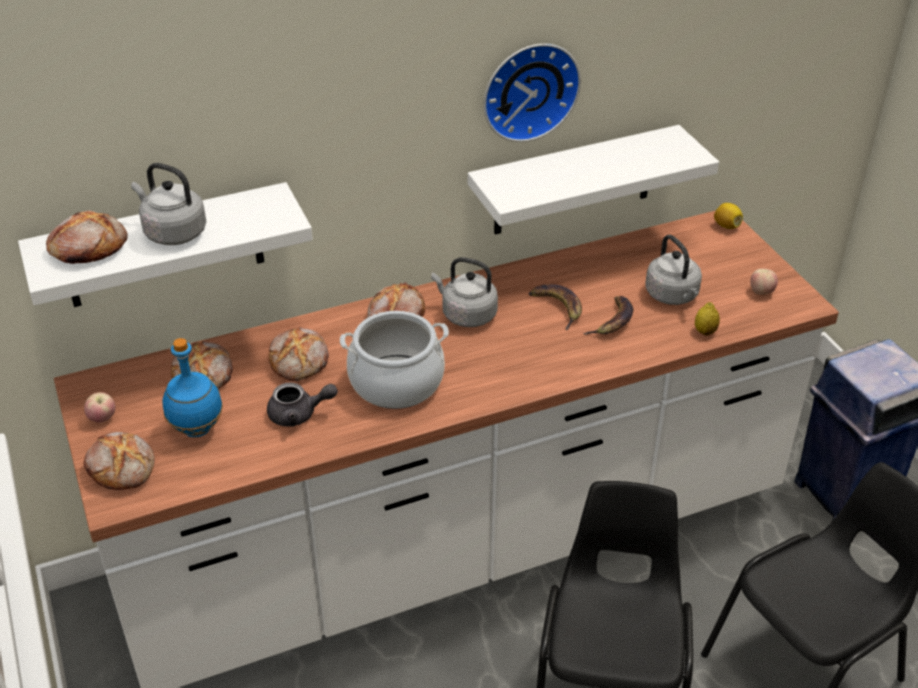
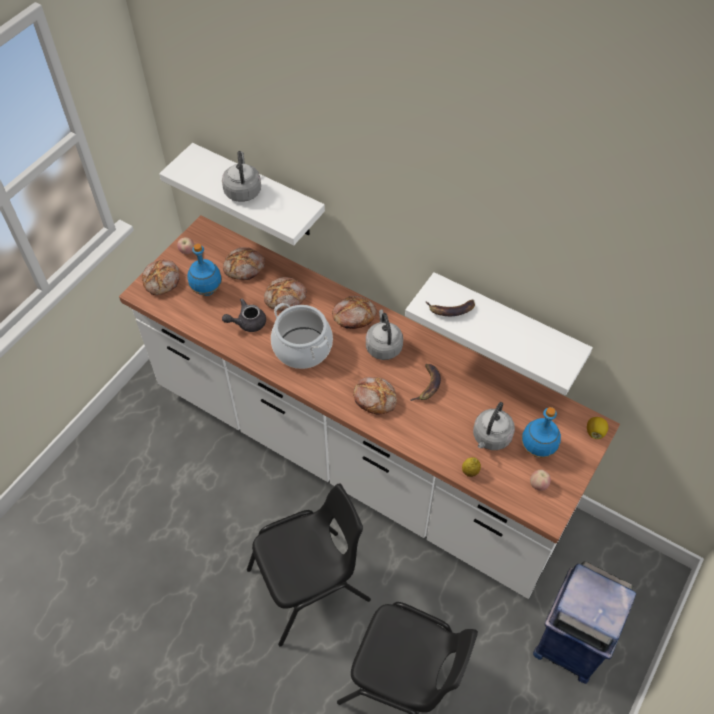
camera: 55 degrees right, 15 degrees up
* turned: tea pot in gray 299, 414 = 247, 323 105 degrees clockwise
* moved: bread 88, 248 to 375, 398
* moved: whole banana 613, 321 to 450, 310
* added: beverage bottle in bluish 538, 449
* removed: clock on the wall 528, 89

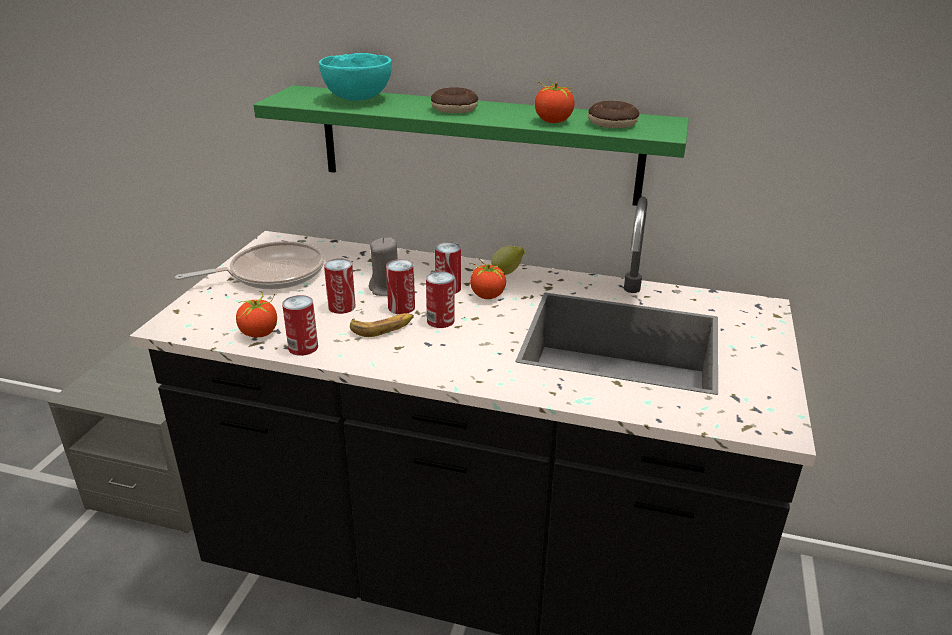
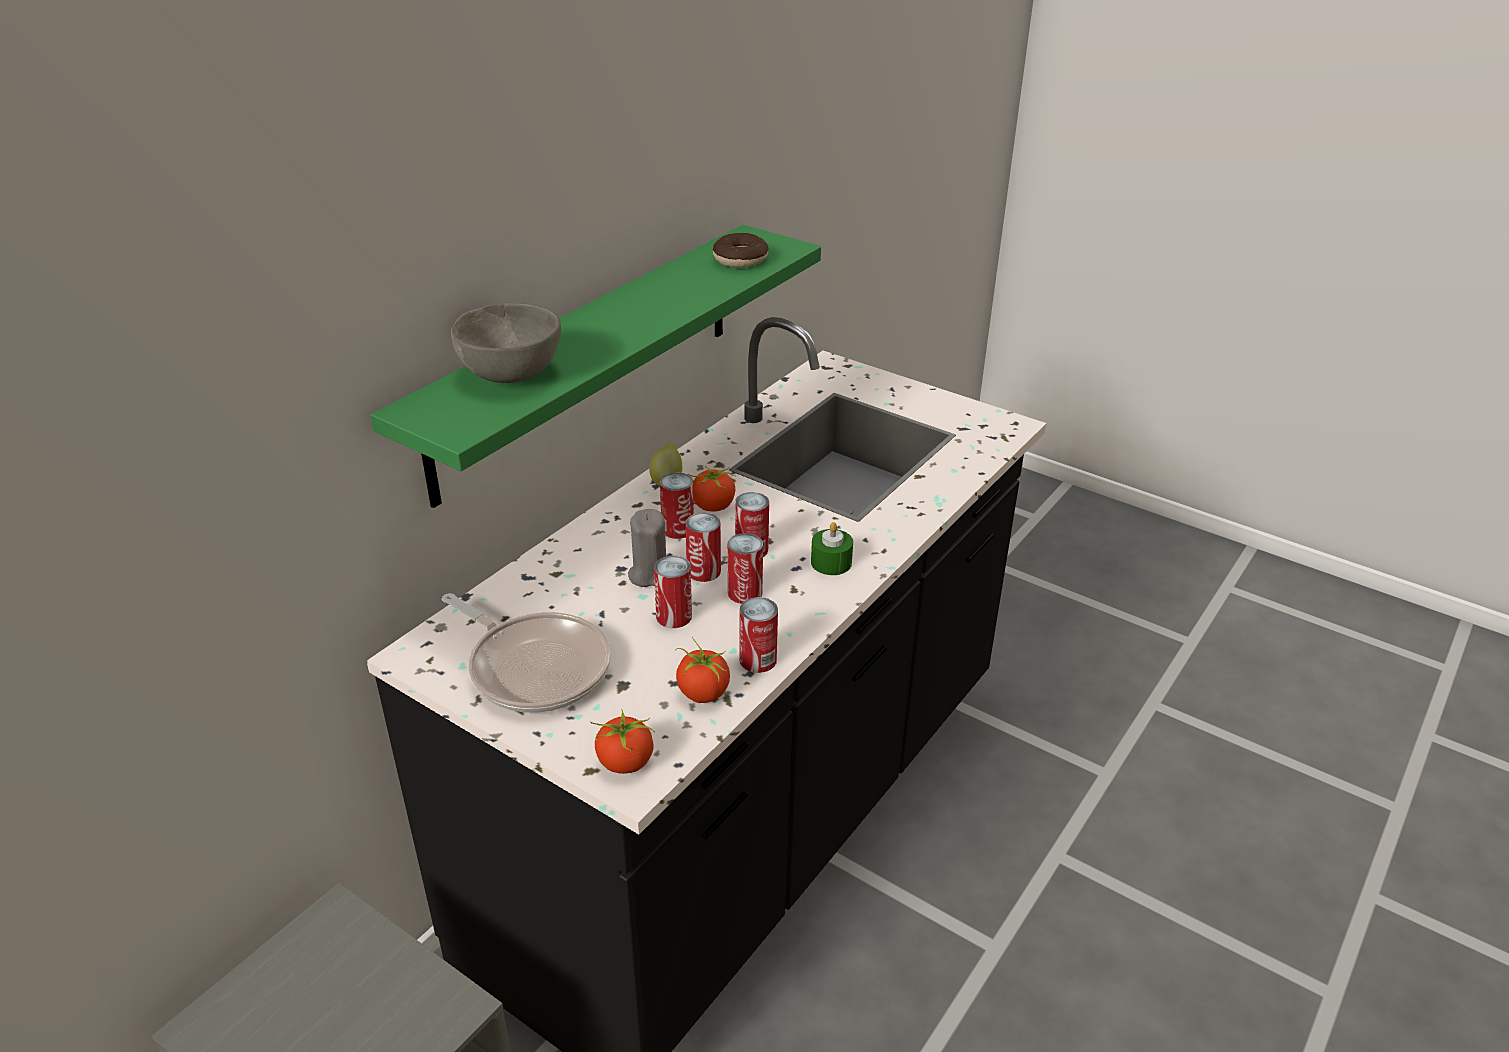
camera: 70 degrees left, 5 degrees up
* turned: skillet 271, 274 = 535, 667 135 degrees clockwise
* recoloured: bowl in turquoise 358, 99 to bowl in gray 511, 374
* moved: tomato 552, 121 to 624, 763
* replaced: whole banana 383, 328 to sealed can 745, 593
* added: wax light in green 831, 562
* removed: donut 454, 109

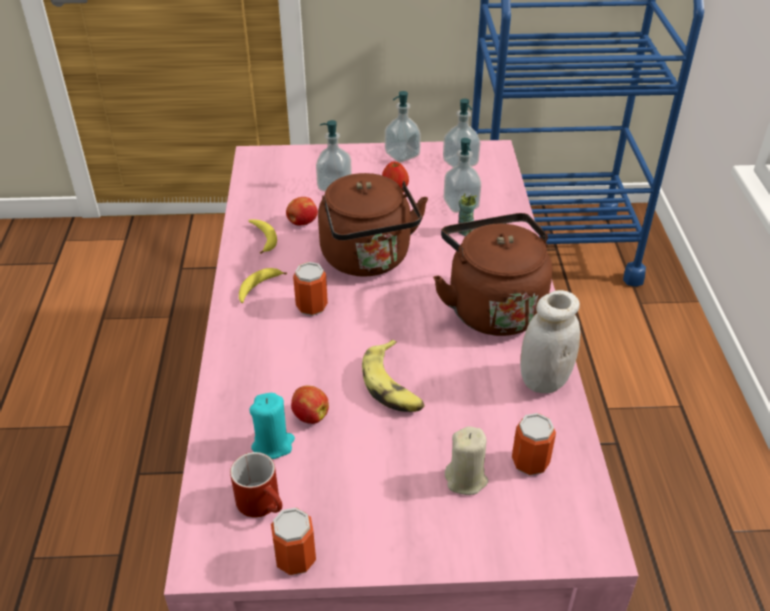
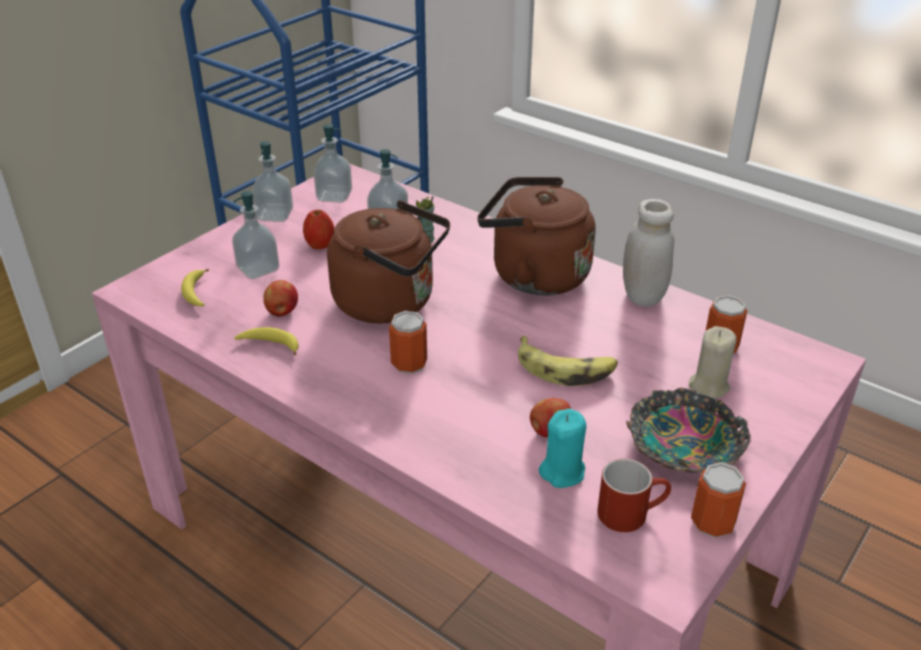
camera: 50 degrees left, 5 degrees down
* moved: whole banana 258, 288 to 196, 293
* added: bowl 683, 444

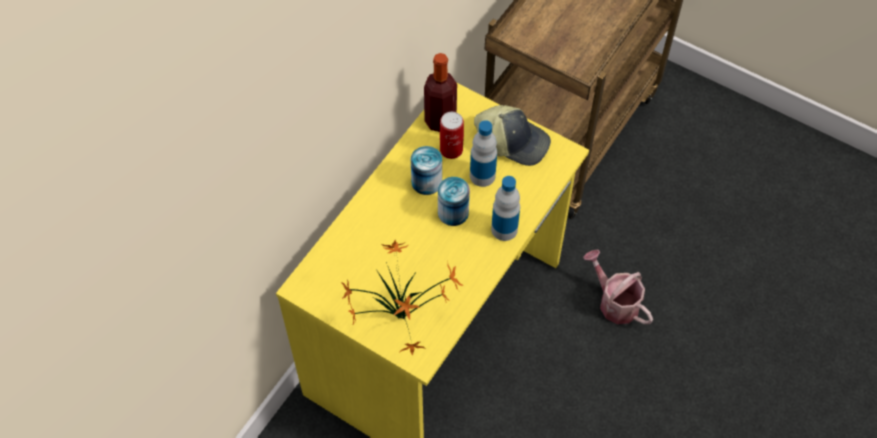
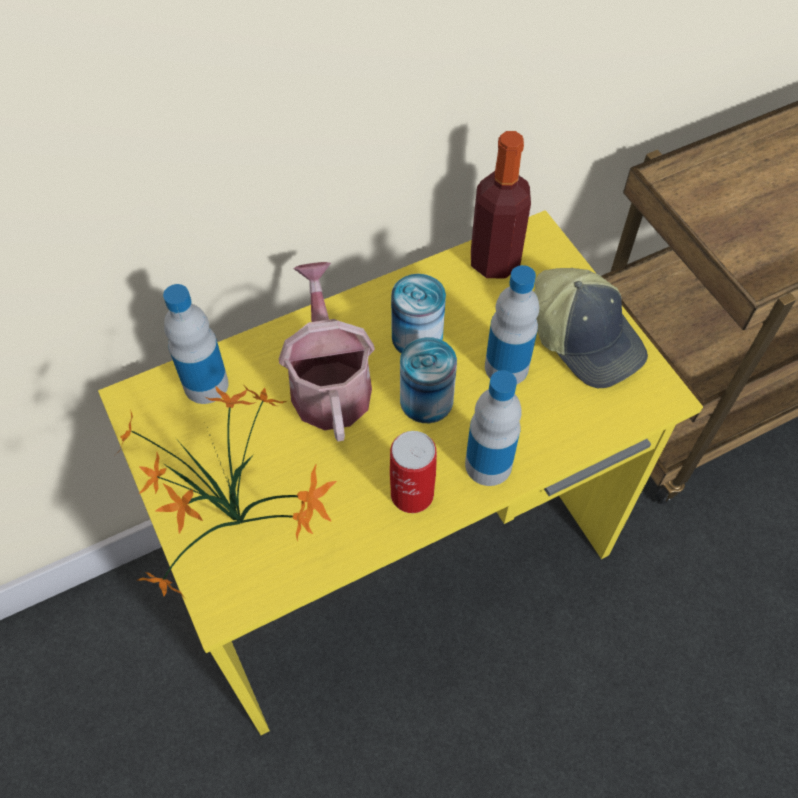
camera: 30 degrees right, 0 degrees up
* added: beverage bottle 206, 384
* moved: watering pot 614, 302 to 329, 383
* moved: sealed can 451, 150 to 412, 494

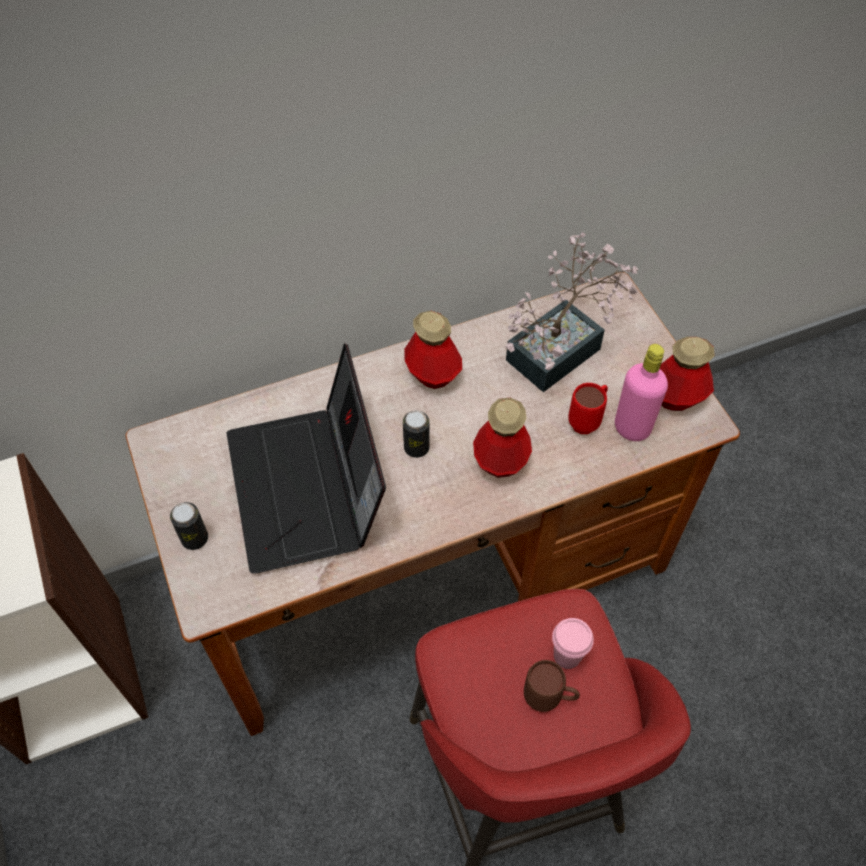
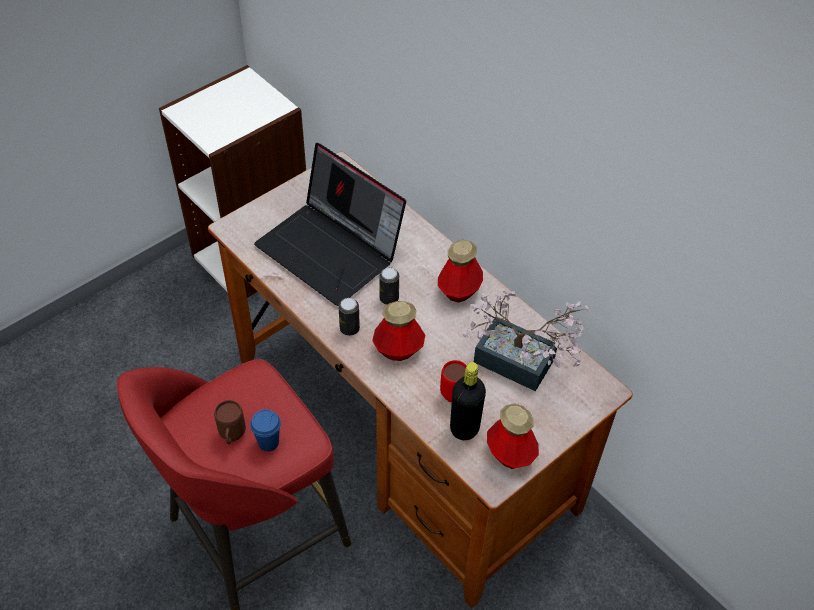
camera: 70 degrees right, 5 degrees down
* recoloured: drinking cup in pink 567, 656 to drinking cup in bluish 268, 442
* turned: laptop 309, 489 = 332, 250 105 degrees counterclockwise
* moved: sealed can 195, 538 to 349, 328
* recoloured: beverage bottle in pink 632, 428 to beverage bottle in blackish 464, 428

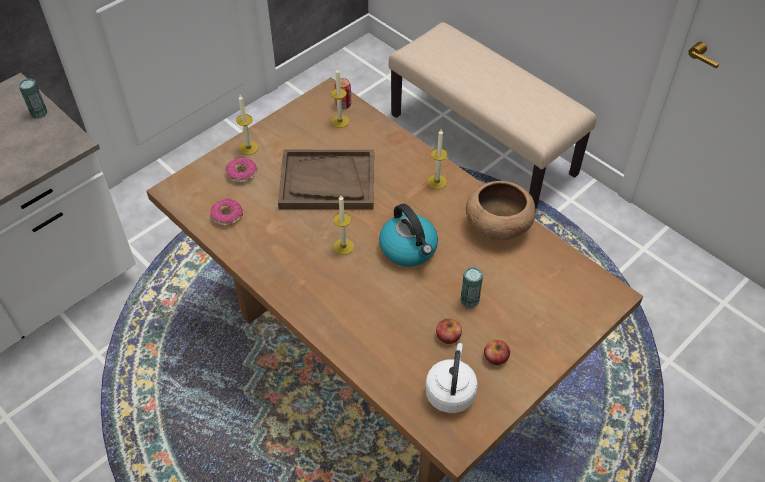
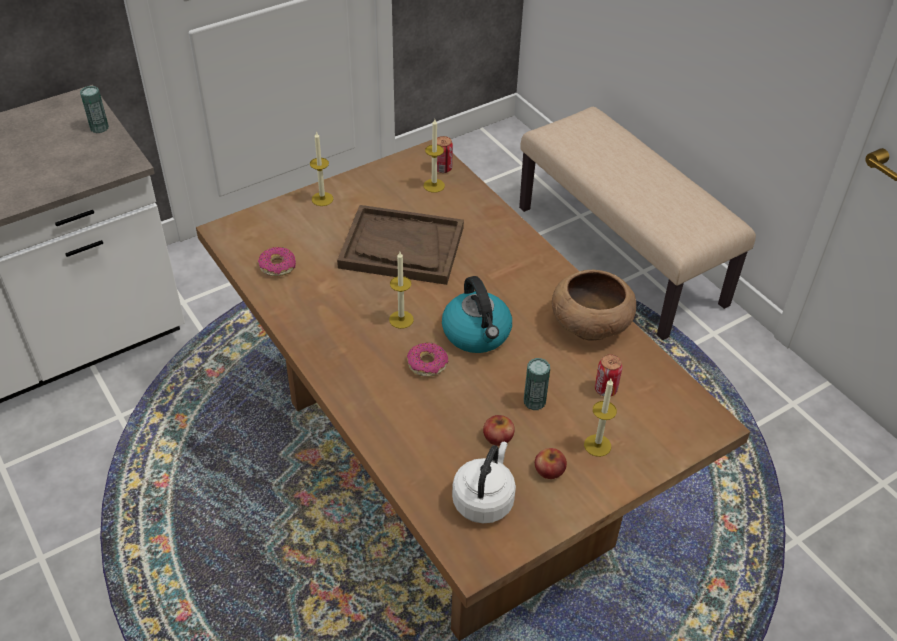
camera: 10 degrees right, 5 degrees down
* moved: donut 242, 173 to 427, 364
* moved: wax light 437, 182 to 597, 445
* added: sealed can 605, 389

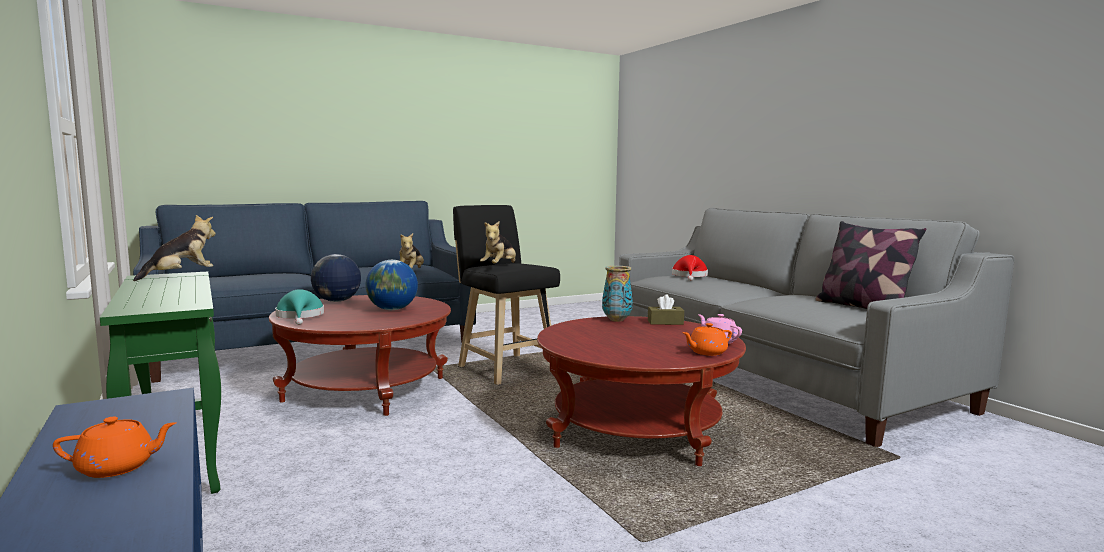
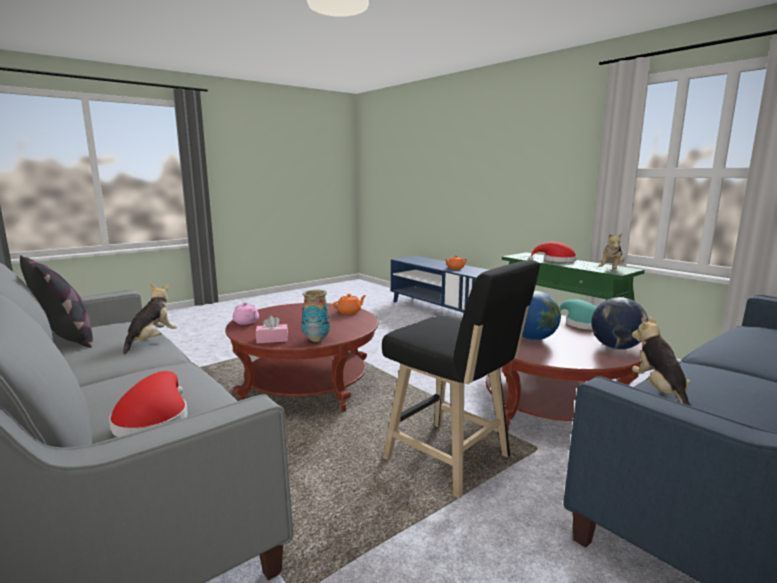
camera: 170 degrees right, 5 degrees up
* moved: soft toy 499, 266 to 151, 341
* recoloured: tissue box in brown 665, 322 to tissue box in pink 272, 339
* moved: tea pot in orangey 706, 352 to 350, 312
* added: clothing hat in red 556, 260

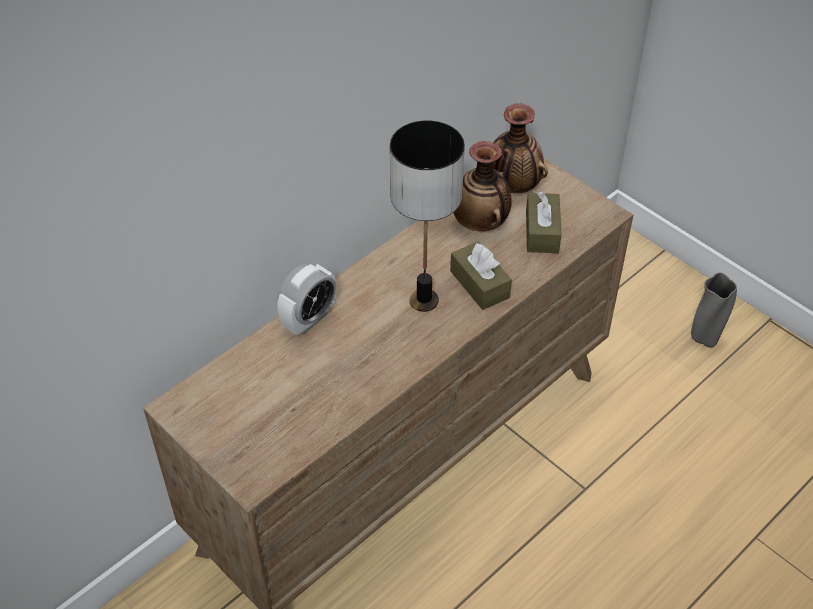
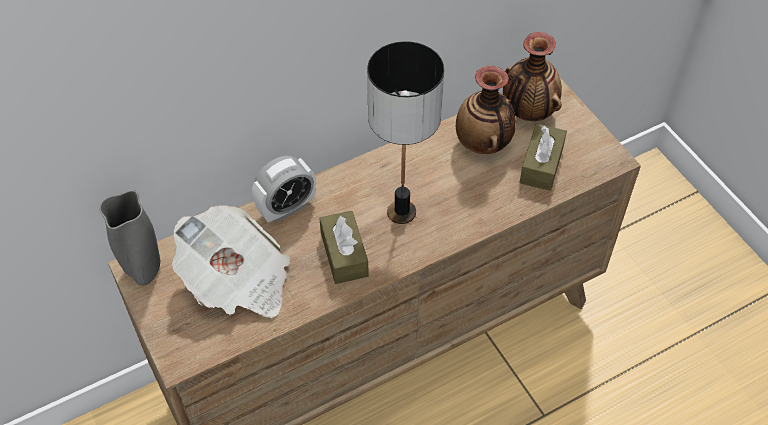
camera: 15 degrees right, 5 degrees up
* moved: vase in gray 704, 338 to 144, 271
* added: newspaper 237, 281
* moved: tissue box in brown 479, 284 to 344, 254

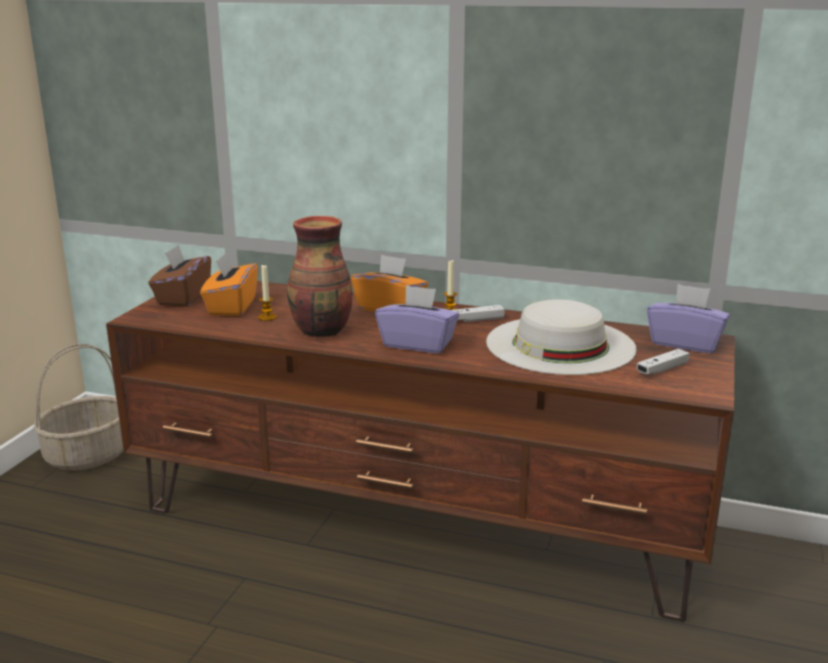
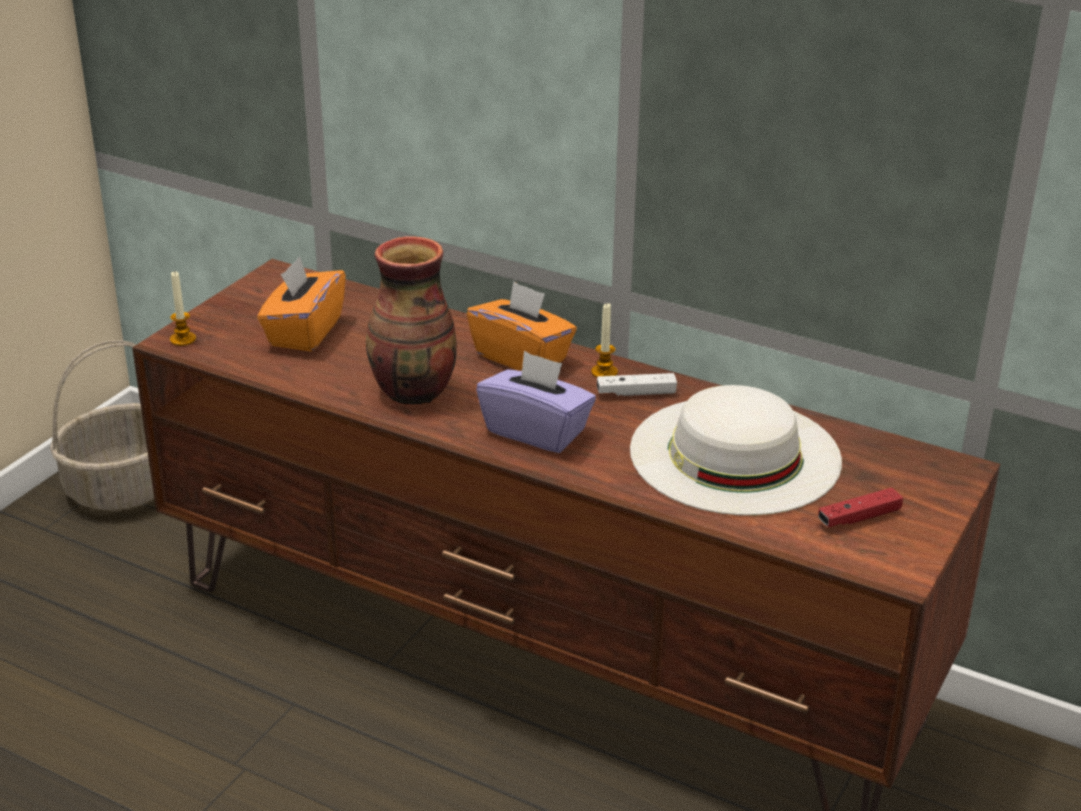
camera: 10 degrees right, 10 degrees up
* moved: wax light 267, 317 to 183, 339
* recoloured: gamepad in white-coloured 662, 369 to gamepad in red 859, 517
* removed: tissue box in brown 183, 297
* removed: tissue box in purple 685, 343

